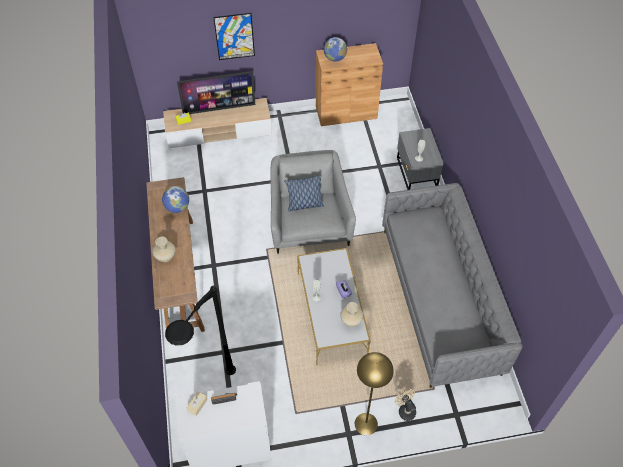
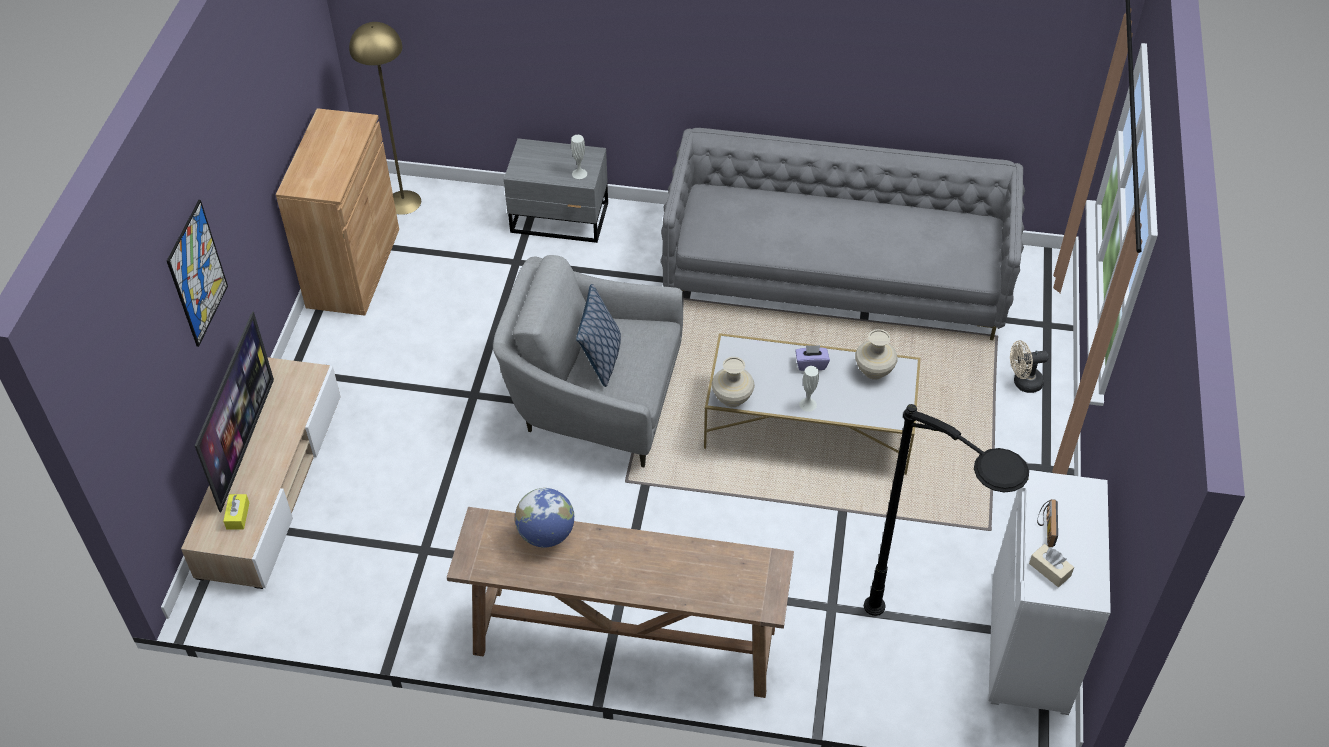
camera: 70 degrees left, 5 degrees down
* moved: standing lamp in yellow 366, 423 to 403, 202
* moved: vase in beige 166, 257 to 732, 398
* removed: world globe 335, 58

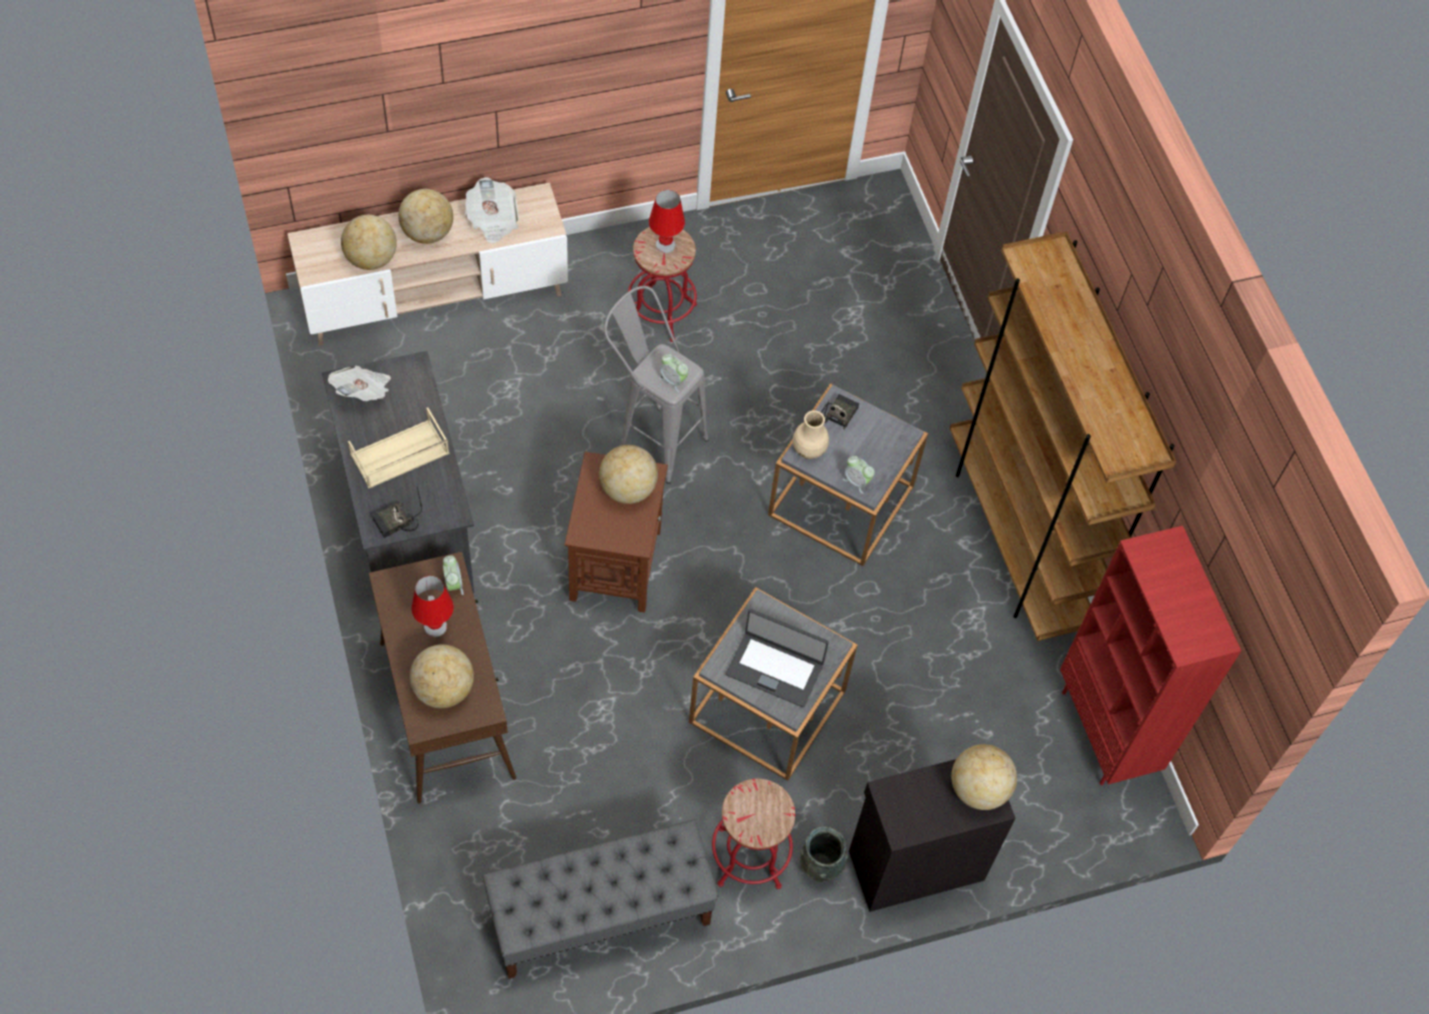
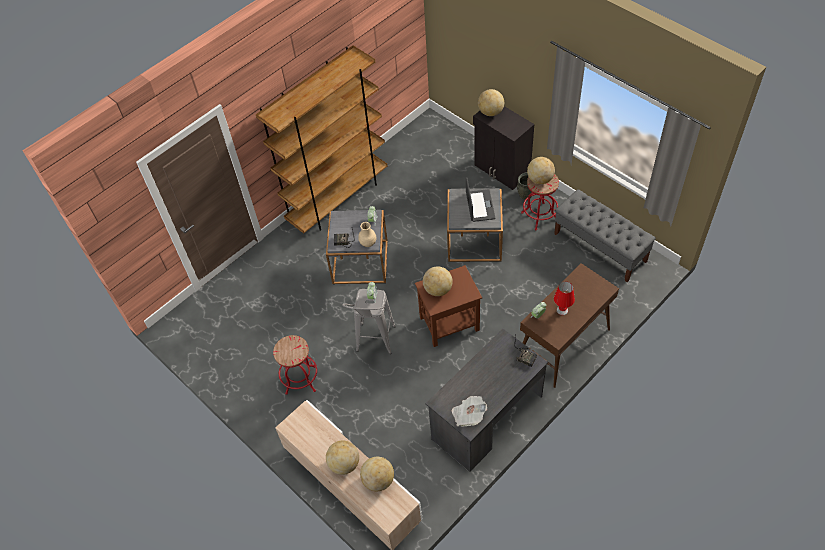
camera: 110 degrees left, 5 degrees down
* moved: world globe 444, 690 to 540, 179
* removed: carrying tray in beige 399, 455
* removed: newspaper 492, 220
* removed: table lamp in red 665, 245
* removed: bookshelf in red 1106, 732

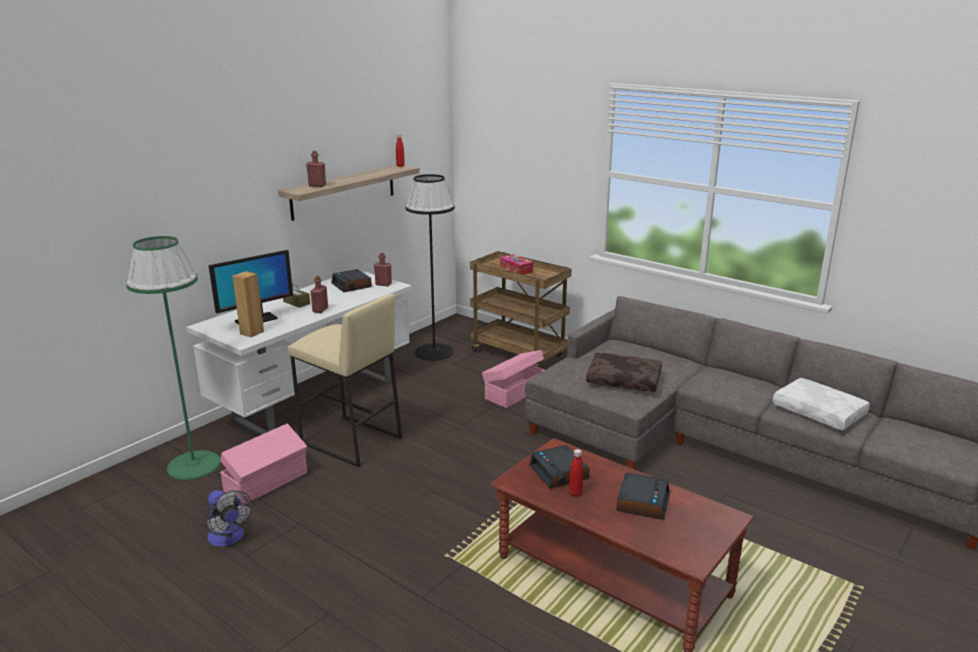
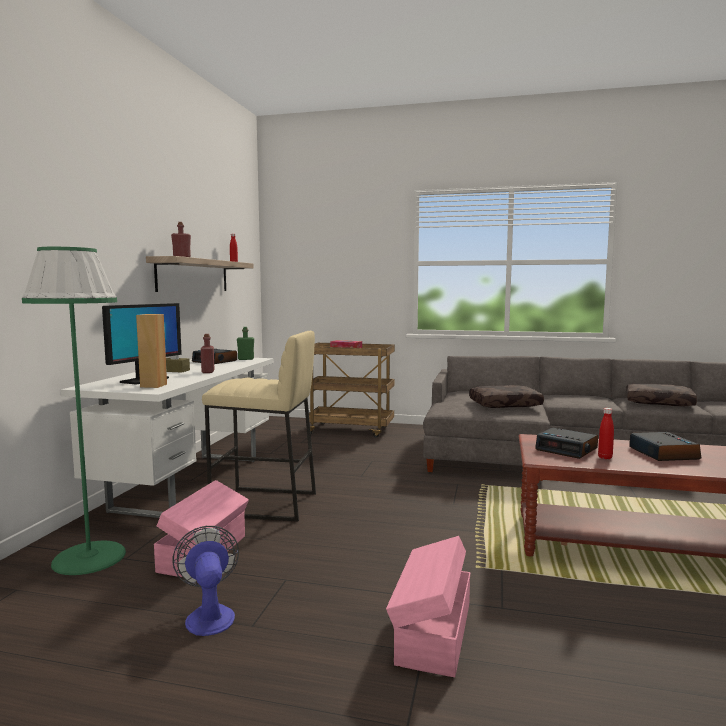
camera: 25 degrees left, 15 degrees down
* turned: cooling fan 228, 538 = 209, 615 135 degrees counterclockwise
* recoloured: beverage bottle in red 383, 284 to beverage bottle in green 246, 359
* moved: storage container in pink 514, 392 to 432, 632
* recoloured: throw pillow in white-coloured 820, 412 to throw pillow in brown 659, 402
* removed: standing lamp in blackish 434, 352

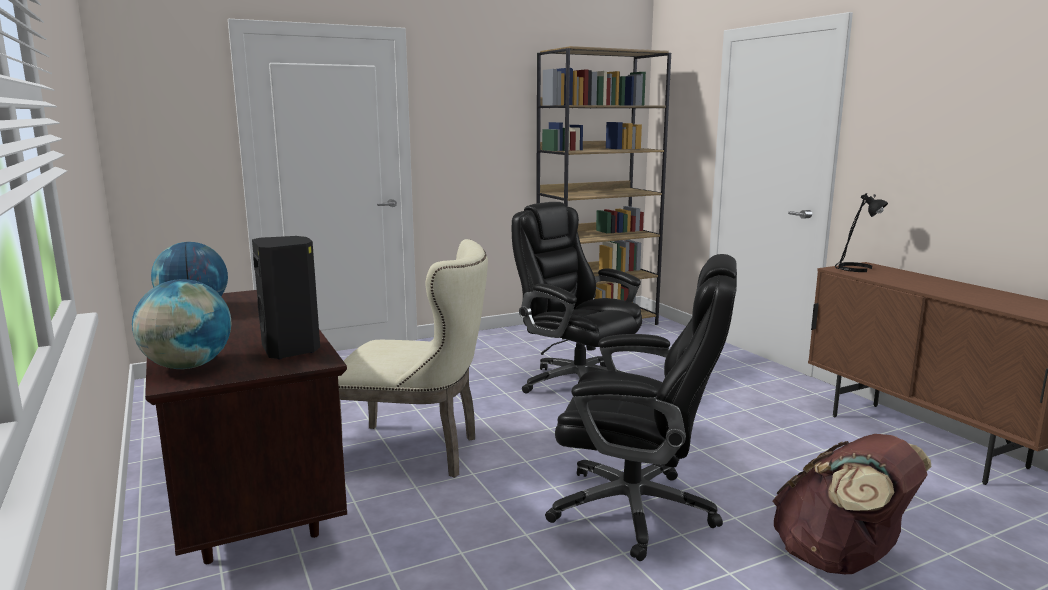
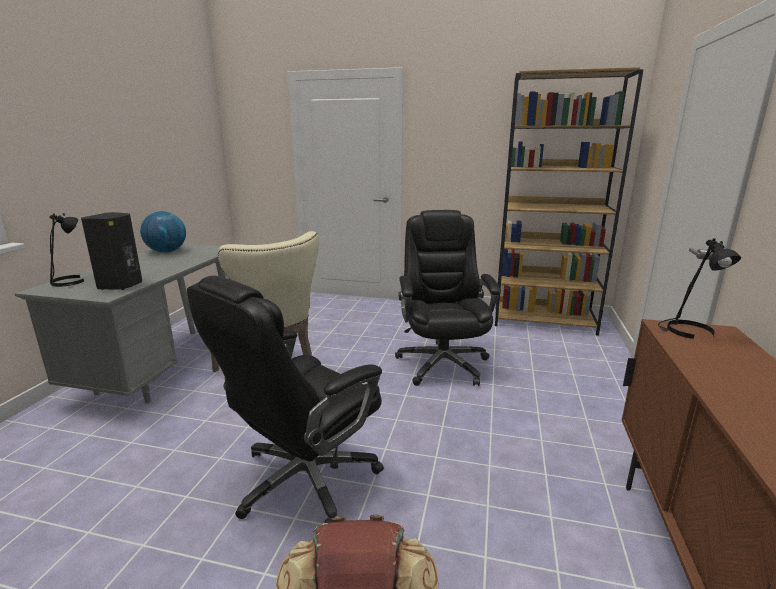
camera: 40 degrees right, 5 degrees up
* recoloured: desk table in brown 250, 498 to desk table in gray 165, 368
* replaced: world globe 188, 366 to table lamp in blackish 69, 282
* turned: office chair in blackish 637, 510 = 304, 480 75 degrees clockwise

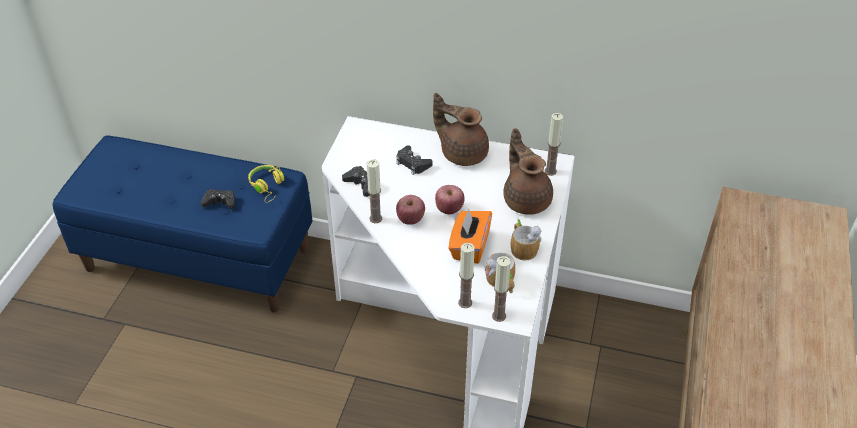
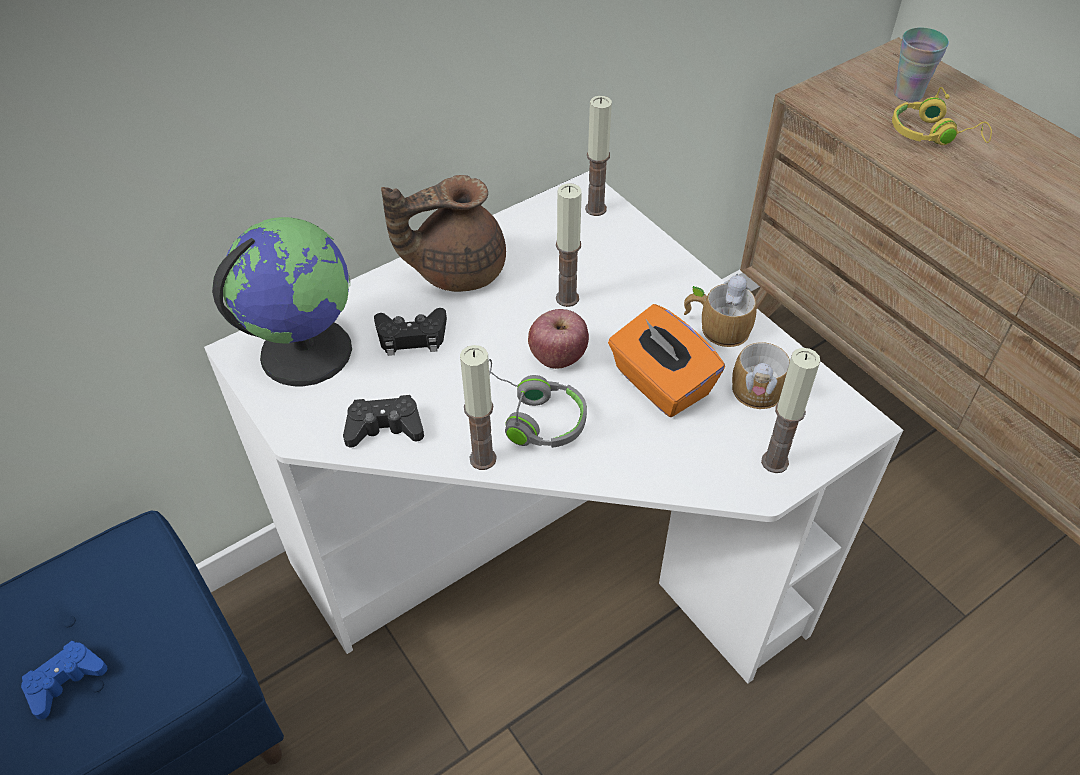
camera: 50 degrees left, 5 degrees up
* recoloured: gamepad in blackish 220, 202 to gamepad in bluish 65, 681
* added: world globe 305, 350
* replaced: whole apple 410, 219 to pair of headphones in gray 532, 416
* moved: wax light 499, 316 to 567, 298
* moved: pair of headphones in yellow 268, 187 to 933, 134
* added: drinking cup 908, 94
* removed: tea pot in brown 526, 199

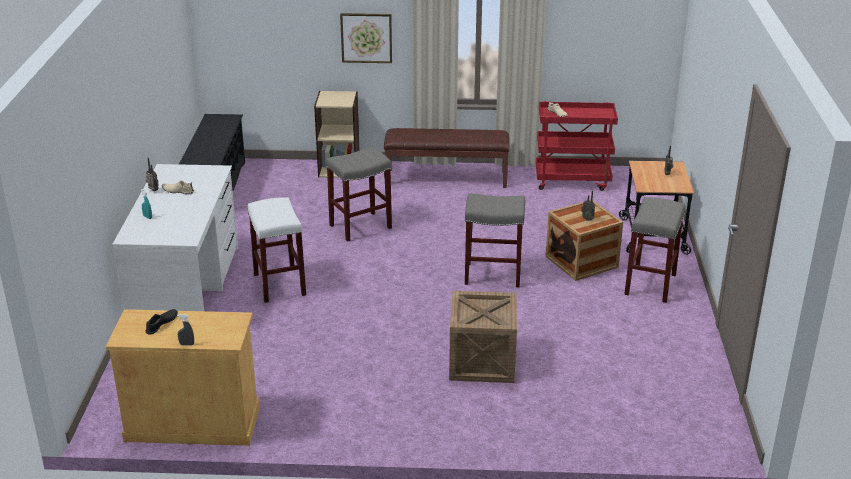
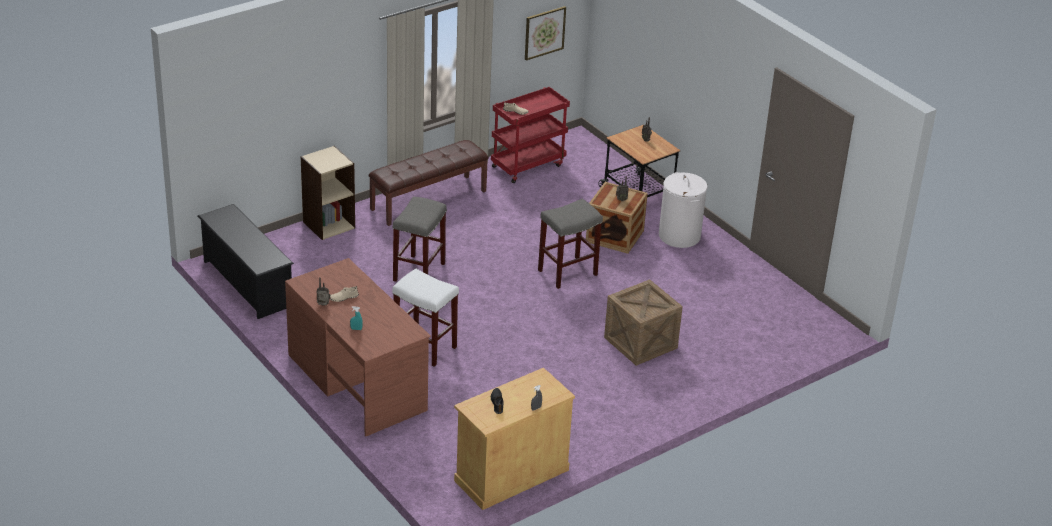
camera: 40 degrees left, 5 degrees up
* recoloured: desk table in white-coloured 187, 288 to desk table in brown 357, 381
* moved: wall picture 366, 37 to 544, 32
* replaced: stool seat in gray 650, 285 to laundry basket in white-coloured 679, 236

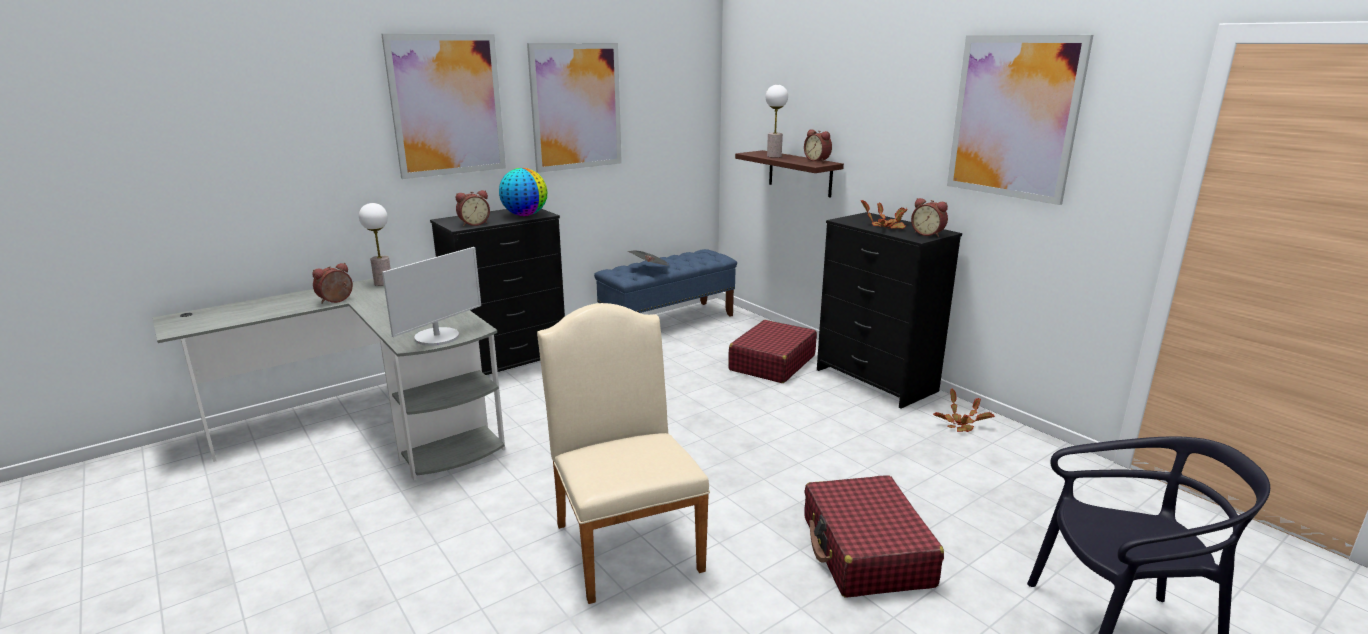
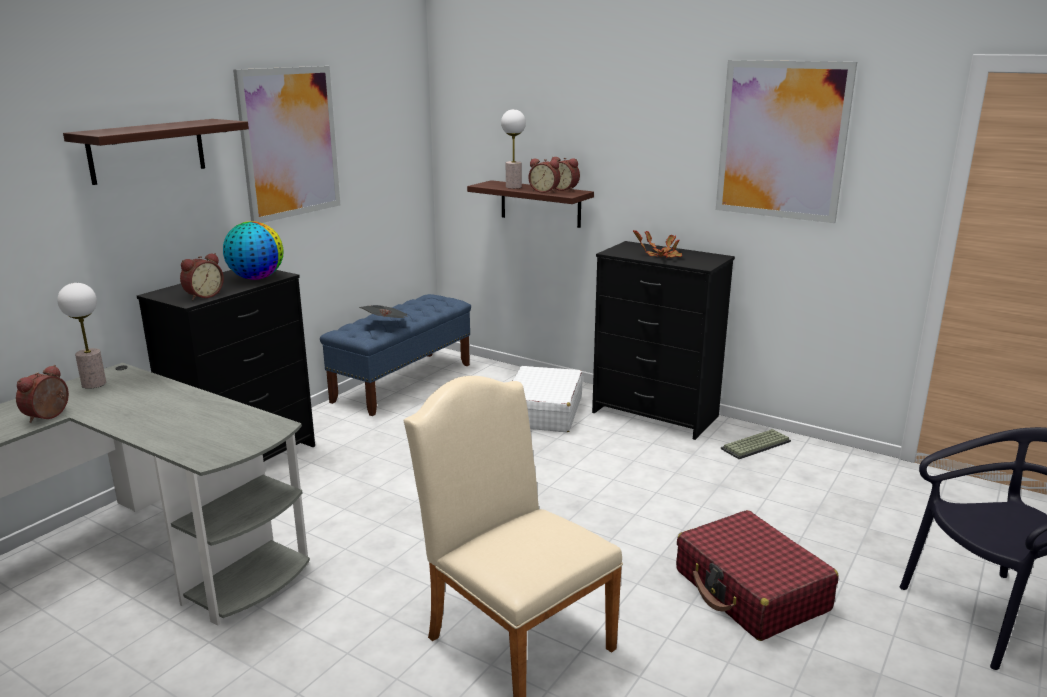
camera: 20 degrees left, 0 degrees up
* replaced: wall picture 447, 105 to wall shelf 147, 150
* recoloured: piece of luggage in red 772, 363 to piece of luggage in white-coloured 543, 412
* moved: table clock 928, 234 to 545, 191
* replaced: plant in a pot 960, 424 to computer keyboard 756, 446
* removed: monitor 437, 337

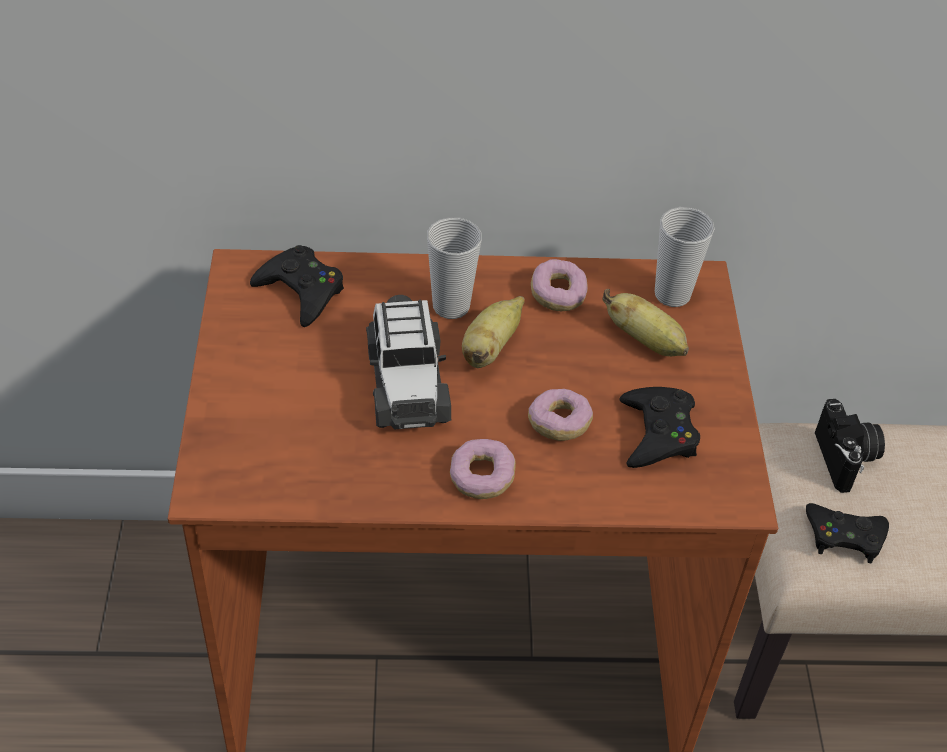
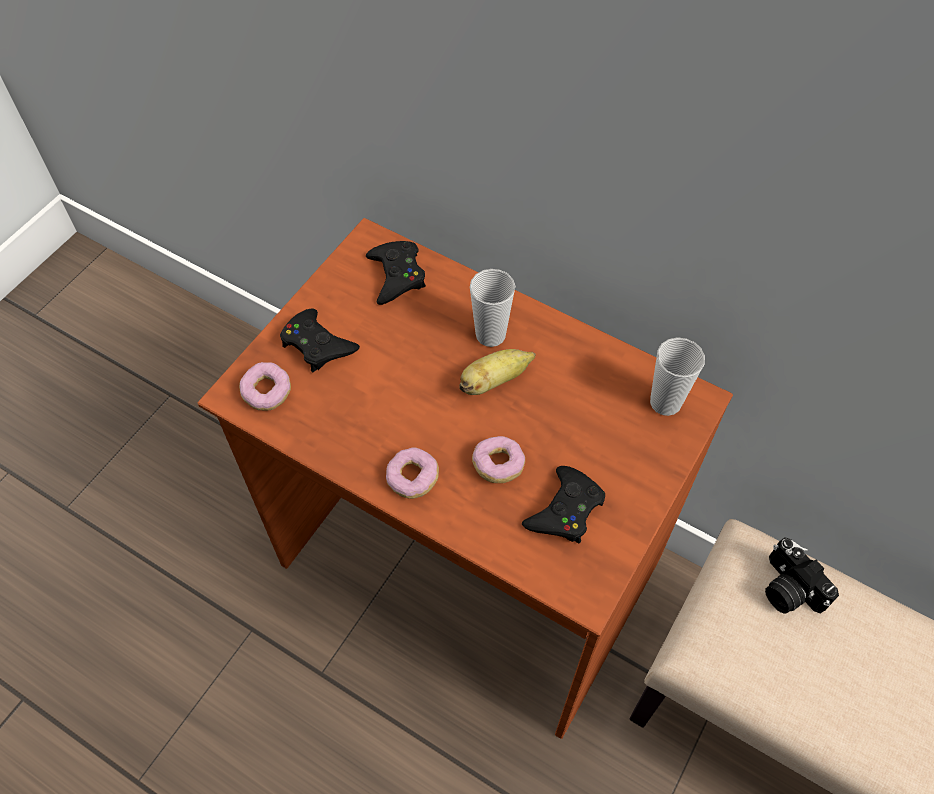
camera: 35 degrees right, 10 degrees up
* moved: donut 558, 295 to 267, 392
* moved: gamepad in blackish 844, 536 to 317, 345
* turned: photo camera 846, 458 = 787, 589 120 degrees clockwise
* removed: miniature car 406, 383
* removed: whole banana 646, 341

